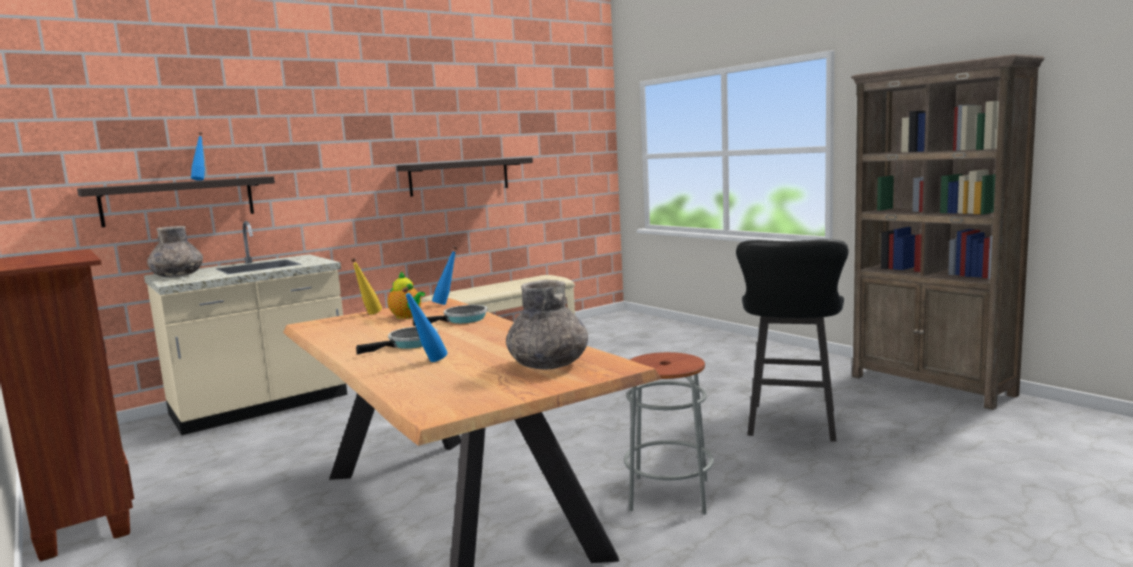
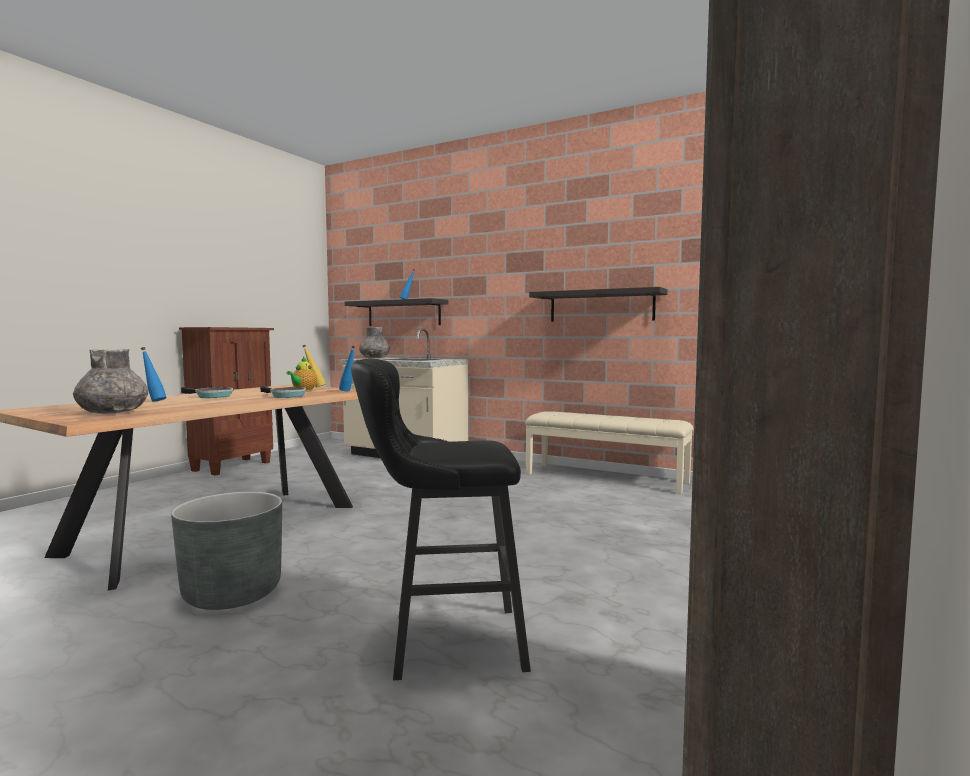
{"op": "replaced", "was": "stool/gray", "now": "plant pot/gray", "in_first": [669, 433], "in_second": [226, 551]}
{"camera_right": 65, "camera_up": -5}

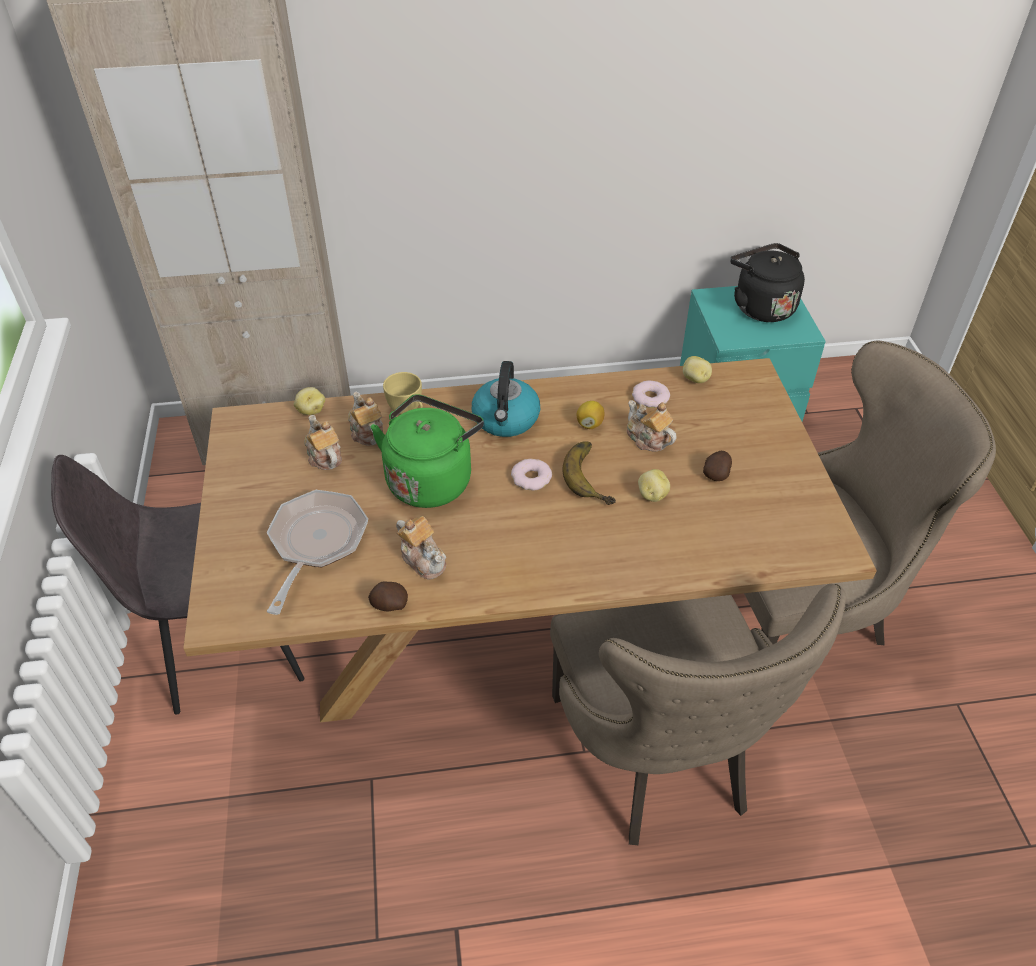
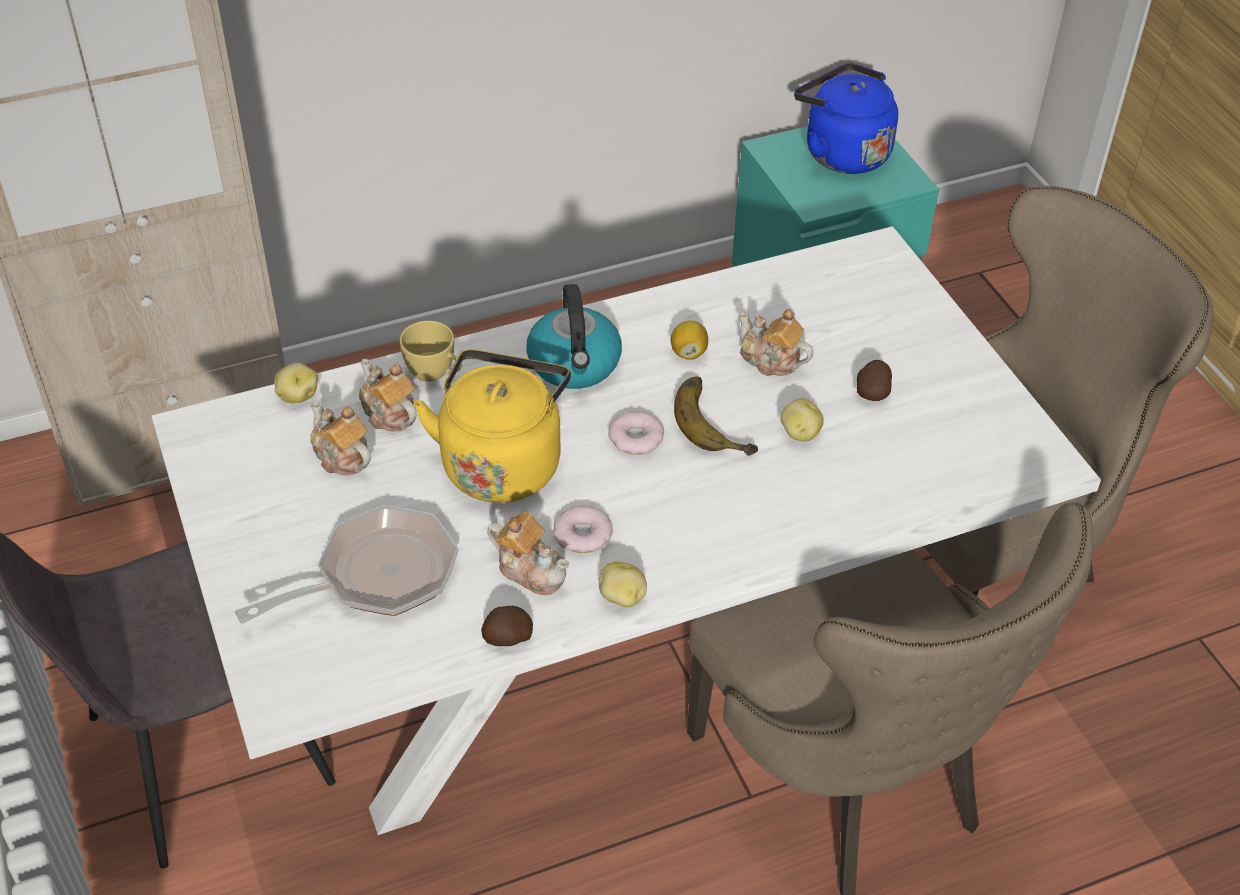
{"op": "recoloured", "was": "kitchen table/brown-coloured", "now": "kitchen table/white", "in_first": [530, 540], "in_second": [626, 530]}
{"op": "turned", "was": "frying pan", "in_first": [317, 552], "in_second": [347, 564], "clockwise": 60}
{"op": "recoloured", "was": "water kettle/green-coloured", "now": "water kettle/yellow", "in_first": [427, 451], "in_second": [492, 426]}
{"op": "moved", "was": "doughnut", "in_first": [651, 394], "in_second": [583, 529]}
{"op": "moved", "was": "whole potato", "in_first": [697, 369], "in_second": [623, 584]}
{"op": "recoloured", "was": "water kettle/blackish", "now": "water kettle/blue", "in_first": [767, 282], "in_second": [846, 118]}
{"camera_right": -15, "camera_up": 0}

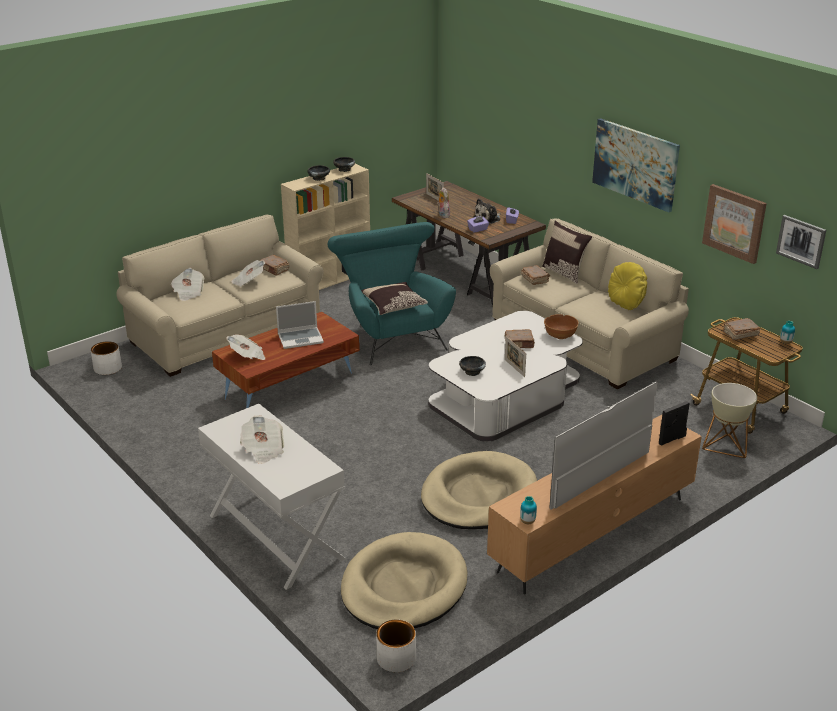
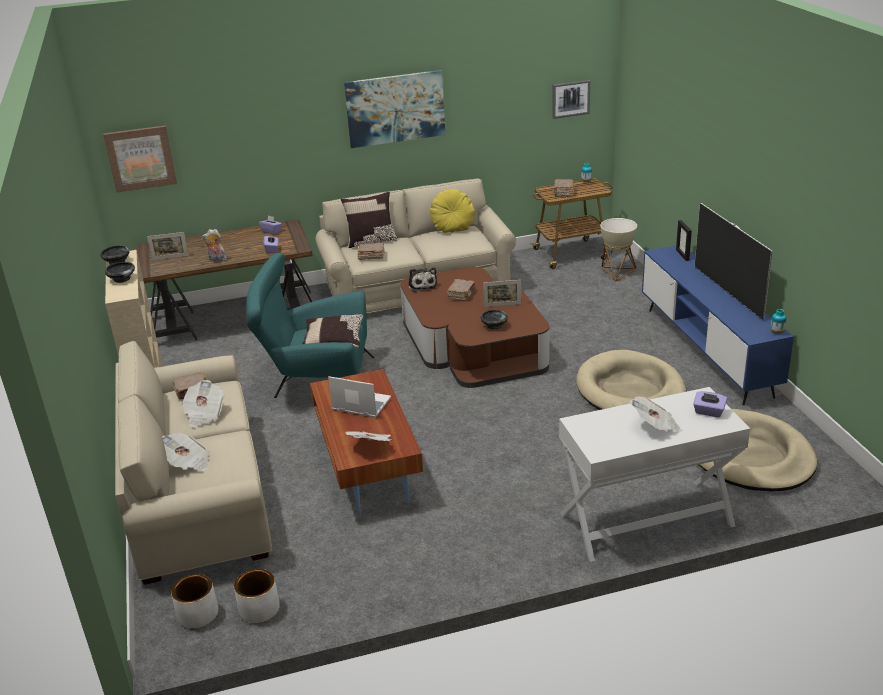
{"op": "moved", "was": "picture", "in_first": [734, 224], "in_second": [140, 159]}
{"op": "moved", "was": "plant pot/white", "in_first": [396, 645], "in_second": [257, 596]}
{"op": "turned", "was": "laptop", "in_first": [300, 325], "in_second": [359, 396], "clockwise": -75}
{"op": "recoloured", "was": "low table/white", "now": "low table/brown-coloured", "in_first": [506, 376], "in_second": [474, 327]}
{"op": "moved", "was": "plush toy", "in_first": [487, 211], "in_second": [422, 279]}
{"op": "recoloured", "was": "tv stand/brown-coloured", "now": "tv stand/blue", "in_first": [594, 504], "in_second": [718, 325]}
{"op": "added", "now": "box of tissues/purple", "in_second": [710, 404]}
{"op": "removed", "was": "bowl/brown-coloured", "in_first": [561, 326]}
{"camera_right": -65, "camera_up": 0}

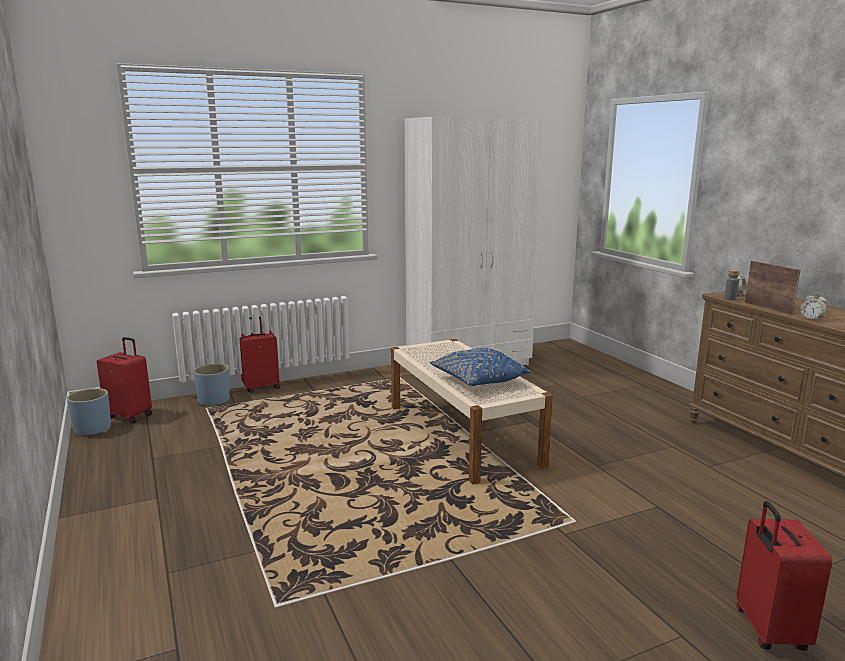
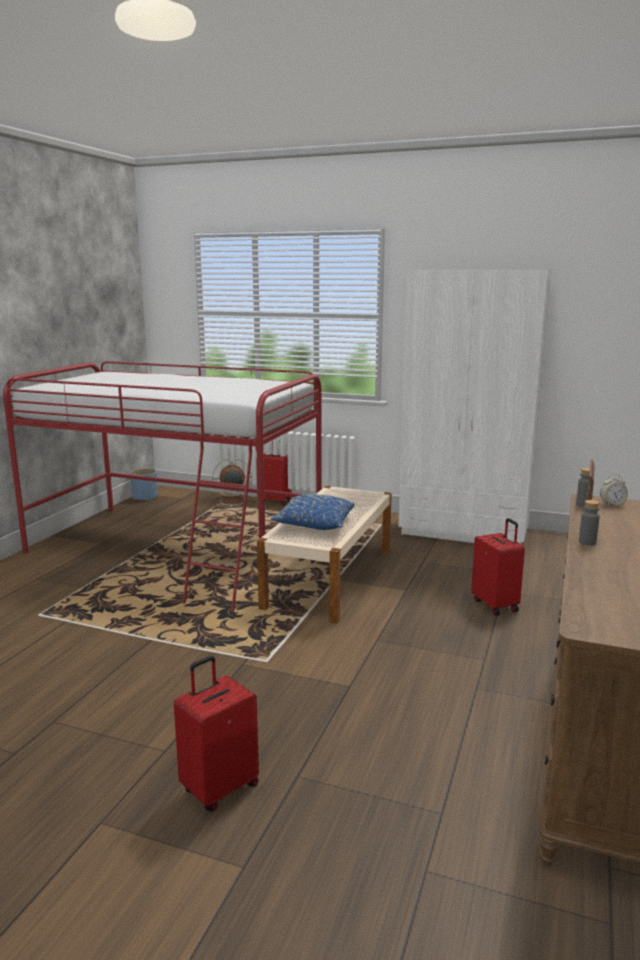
{"op": "added", "now": "bed/reddish", "in_second": [162, 486]}
{"op": "replaced", "was": "plant pot/blue", "now": "electric fan/brown-coloured", "in_first": [211, 385], "in_second": [233, 482]}
{"op": "moved", "was": "travel case/reddish", "in_first": [124, 380], "in_second": [498, 567]}
{"op": "replaced", "was": "bedside clock", "now": "bottle/gray", "in_first": [813, 306], "in_second": [589, 523]}
{"camera_right": 45, "camera_up": 0}

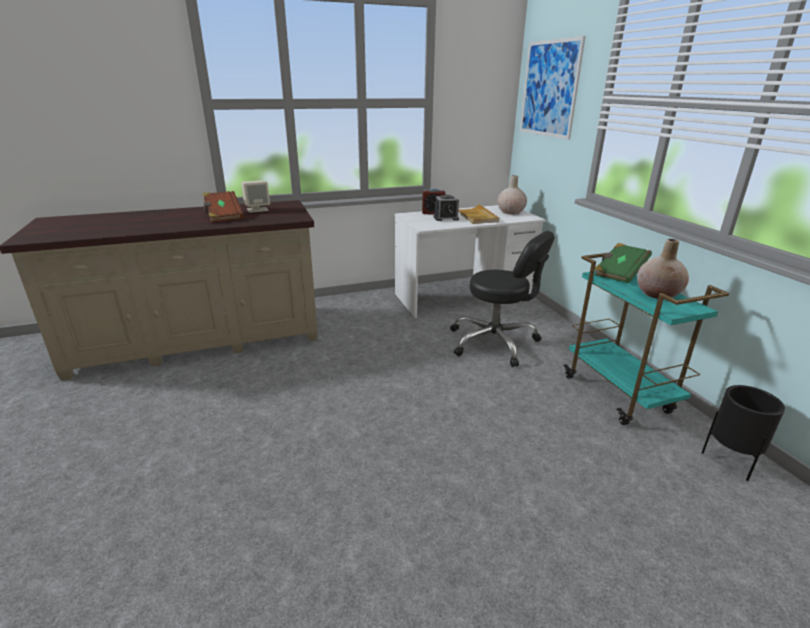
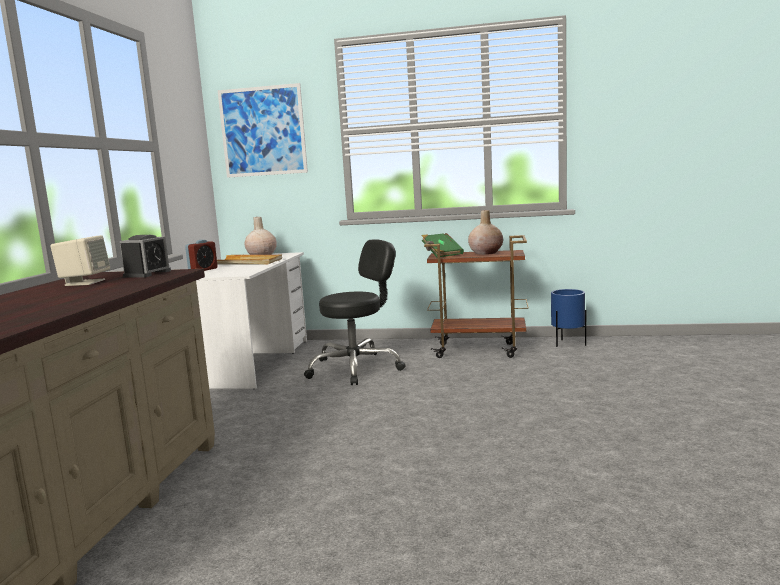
{"op": "moved", "was": "bedside clock", "in_first": [446, 208], "in_second": [145, 256]}
{"op": "recoloured", "was": "cart/blue-green", "now": "cart/brown-coloured", "in_first": [646, 339], "in_second": [476, 296]}
{"op": "recoloured", "was": "plant pot/blackish", "now": "plant pot/blue", "in_first": [743, 433], "in_second": [568, 318]}
{"op": "removed", "was": "volume/brown-coloured", "in_first": [223, 207]}
{"camera_right": -60, "camera_up": -15}

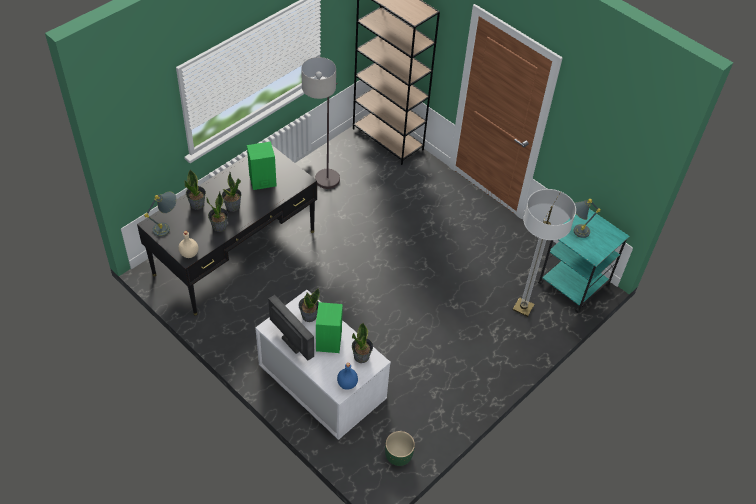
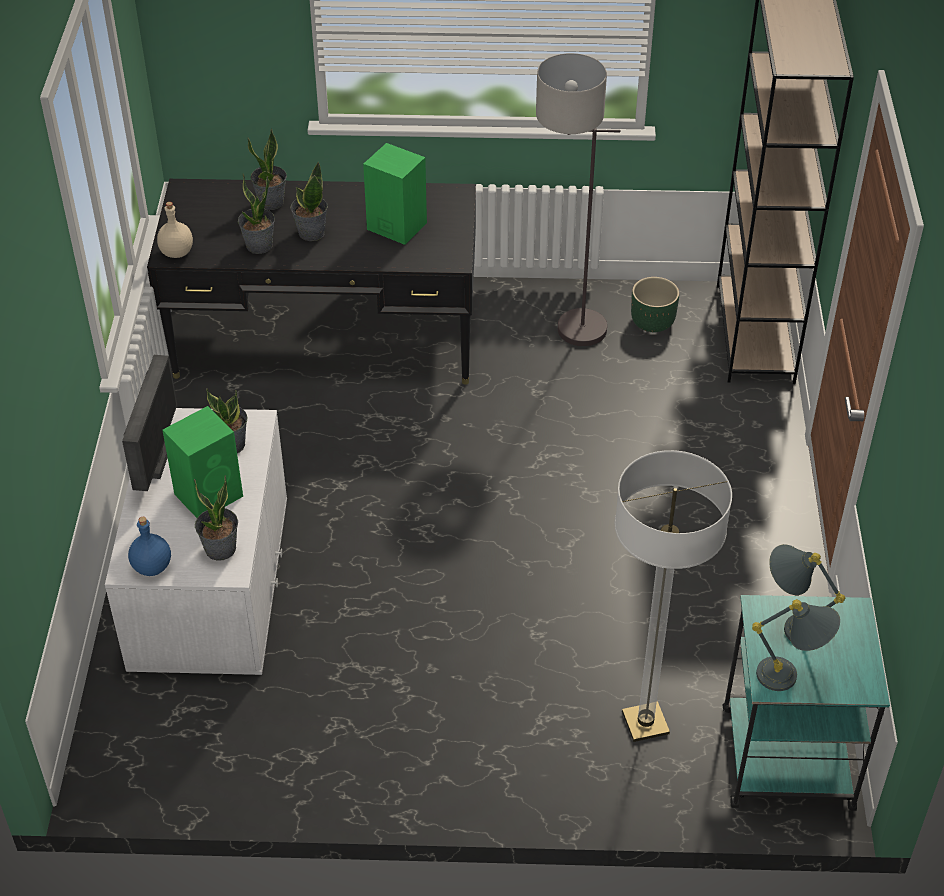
{"op": "moved", "was": "plant pot/green-coloured", "in_first": [400, 448], "in_second": [655, 304]}
{"op": "moved", "was": "tabletop lamp/gray", "in_first": [160, 214], "in_second": [796, 645]}
{"camera_right": 50, "camera_up": -5}

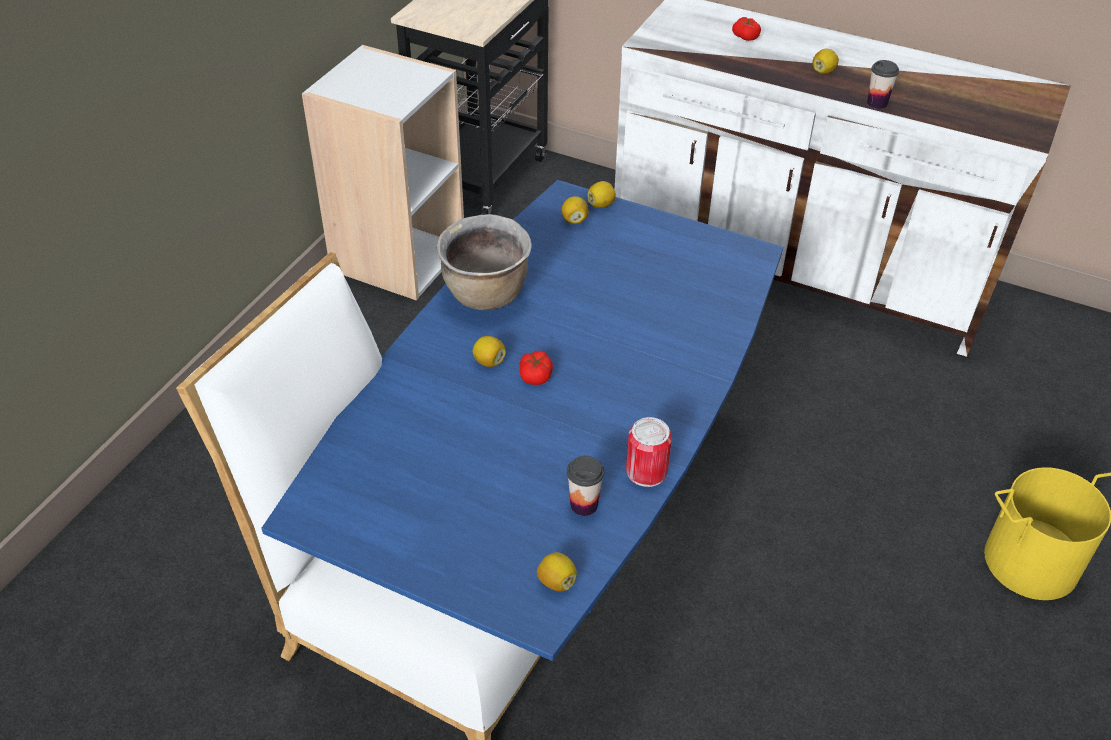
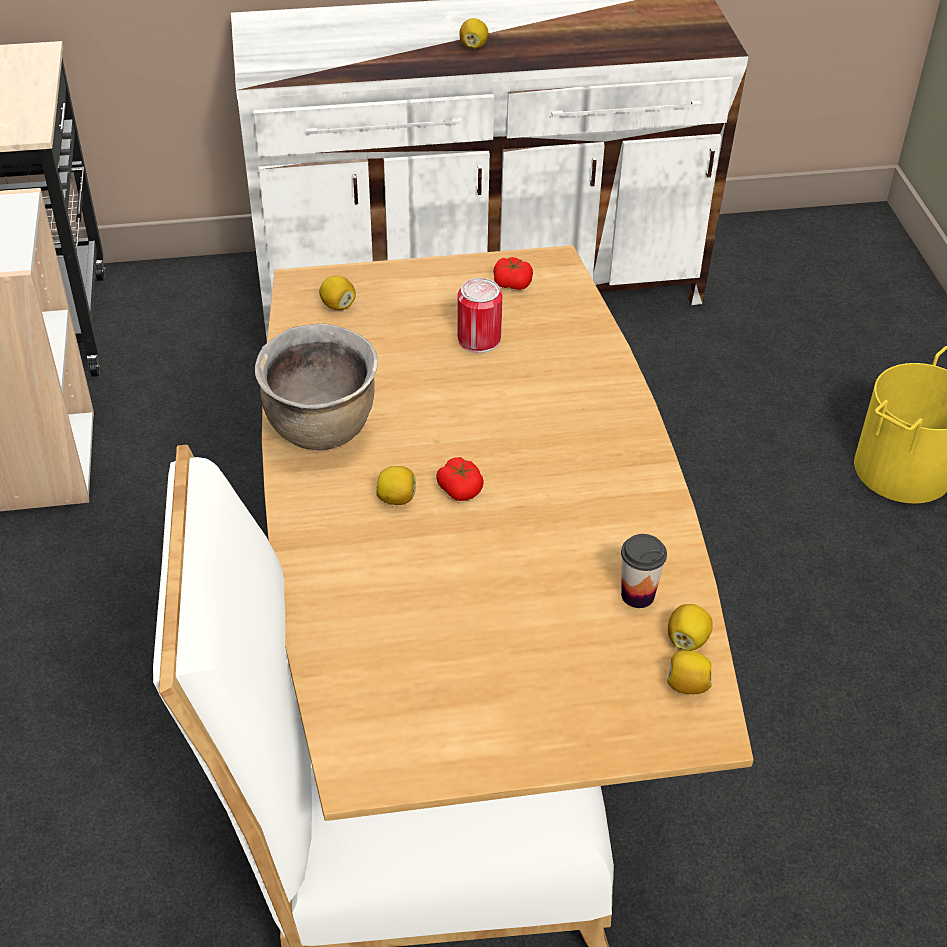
{"op": "recoloured", "was": "kitchen table/blue", "now": "kitchen table/brown-coloured", "in_first": [522, 420], "in_second": [508, 533]}
{"op": "moved", "was": "metal can", "in_first": [649, 452], "in_second": [480, 315]}
{"op": "moved", "was": "whole tomato", "in_first": [746, 29], "in_second": [513, 273]}
{"op": "moved", "was": "whole lemon", "in_first": [601, 194], "in_second": [690, 627]}
{"op": "removed", "was": "small cup", "in_first": [883, 84]}
{"camera_right": -35, "camera_up": 0}

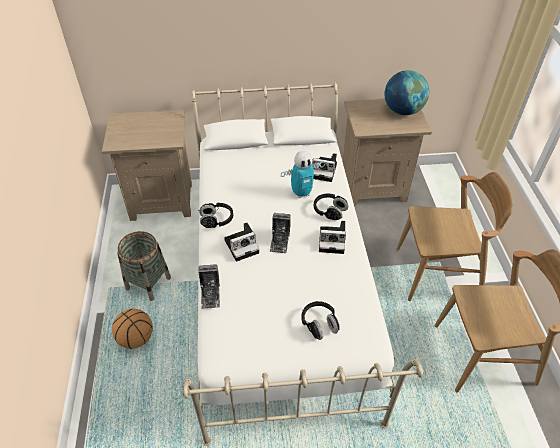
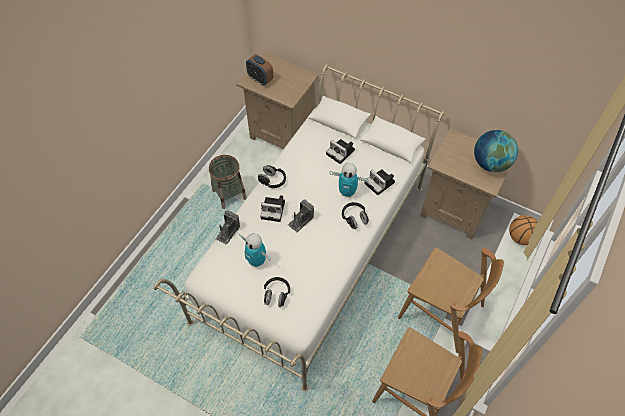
{"op": "added", "now": "robot figure", "in_second": [255, 250]}
{"op": "added", "now": "bedside clock", "in_second": [259, 70]}
{"op": "moved", "was": "photo camera", "in_first": [332, 237], "in_second": [340, 151]}
{"op": "moved", "was": "basketball", "in_first": [132, 329], "in_second": [523, 230]}
{"camera_right": 35, "camera_up": 10}

